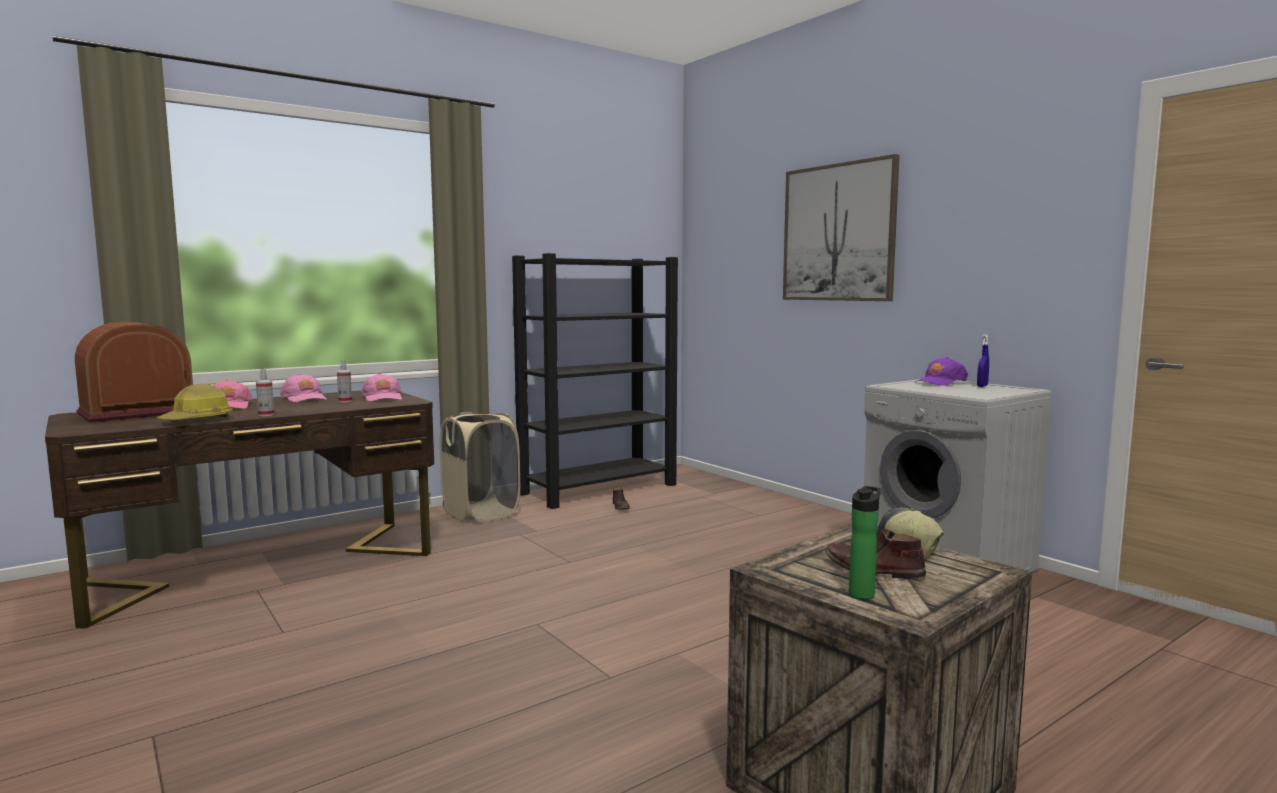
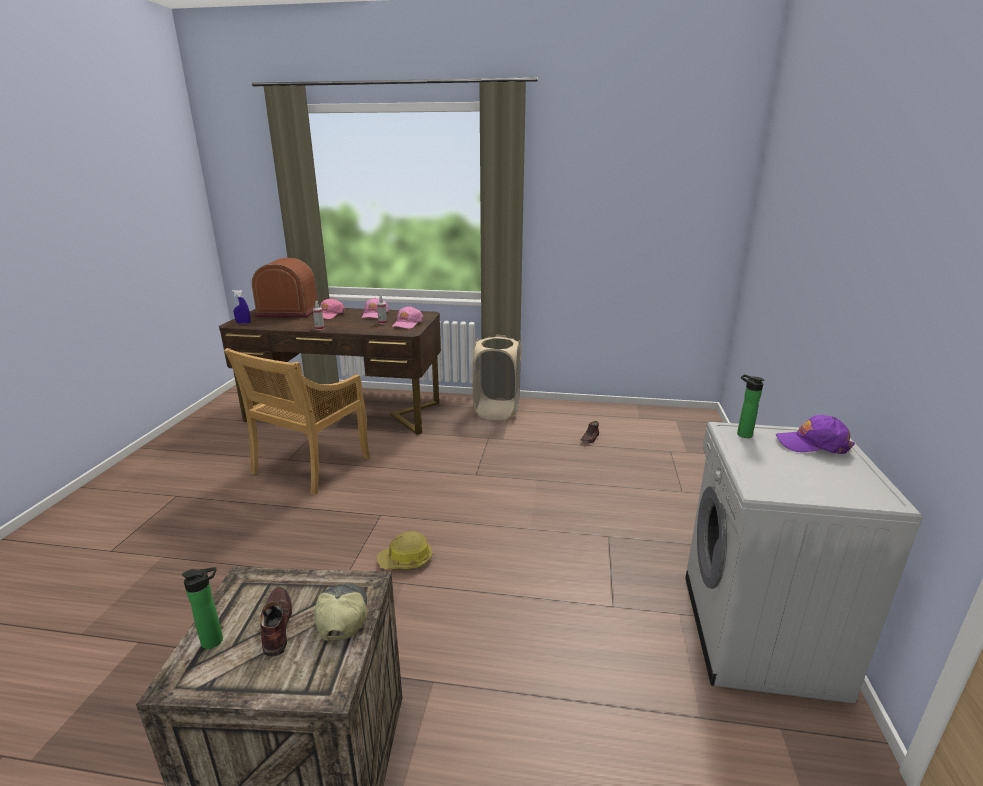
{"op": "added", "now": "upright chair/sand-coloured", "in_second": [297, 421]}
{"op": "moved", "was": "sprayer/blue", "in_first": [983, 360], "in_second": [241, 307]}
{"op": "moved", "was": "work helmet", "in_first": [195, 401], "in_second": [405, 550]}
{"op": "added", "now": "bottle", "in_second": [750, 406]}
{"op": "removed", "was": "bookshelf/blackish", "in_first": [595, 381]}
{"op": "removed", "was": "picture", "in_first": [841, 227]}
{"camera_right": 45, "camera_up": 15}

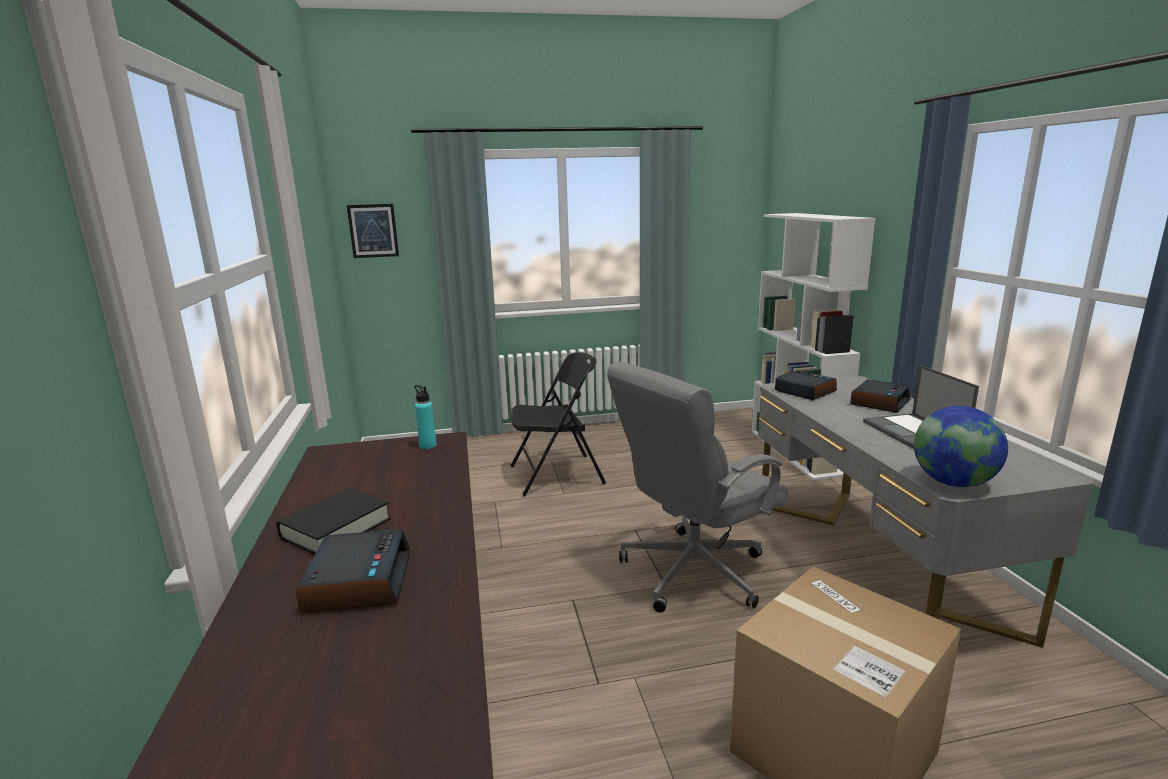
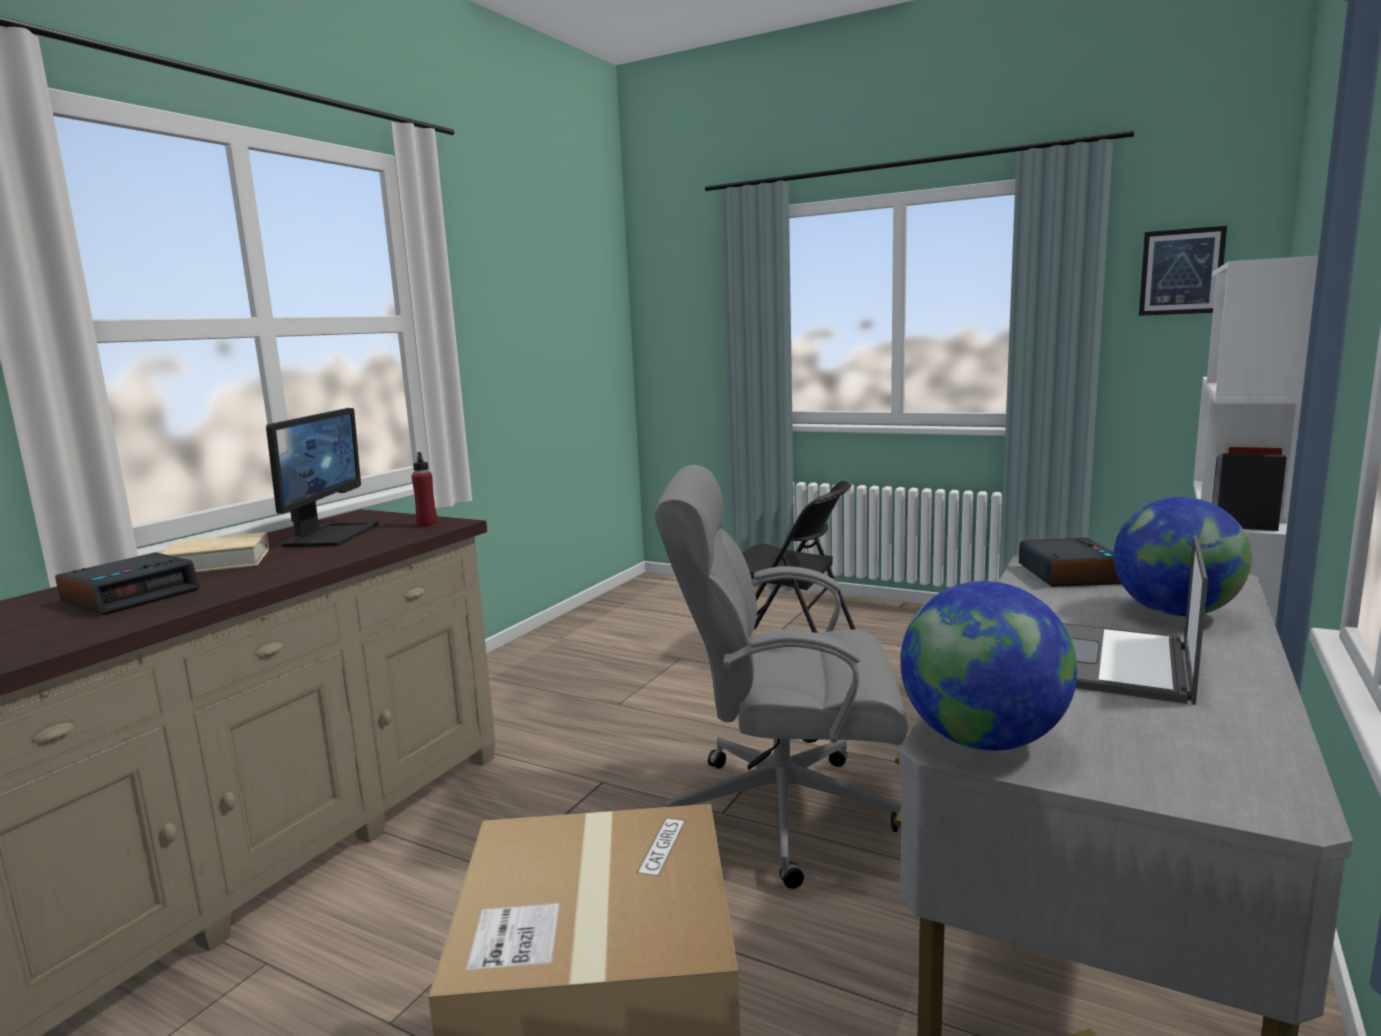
{"op": "recoloured", "was": "volume/blackish", "now": "volume/sand-coloured", "in_first": [333, 521], "in_second": [215, 552]}
{"op": "added", "now": "computer display", "in_second": [322, 477]}
{"op": "recoloured", "was": "bottle/blue-green", "now": "bottle/reddish", "in_first": [426, 417], "in_second": [424, 489]}
{"op": "replaced", "was": "bedside clock", "now": "globe", "in_first": [880, 396], "in_second": [1182, 557]}
{"op": "moved", "was": "picture", "in_first": [373, 231], "in_second": [1183, 271]}
{"camera_right": 40, "camera_up": -5}

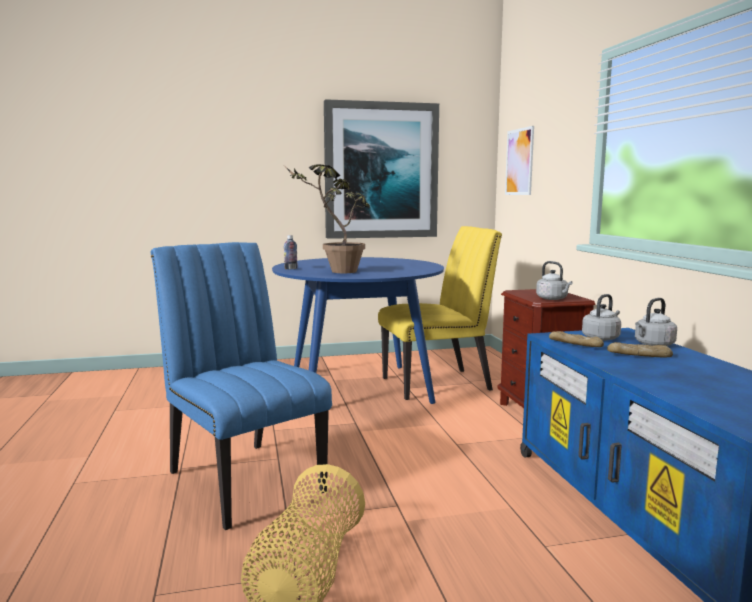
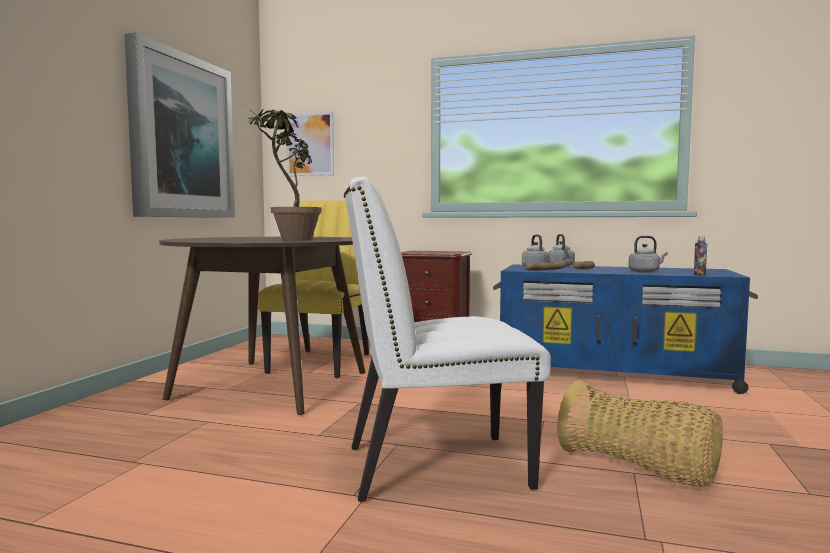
{"op": "recoloured", "was": "kitchen table/blue", "now": "kitchen table/brown-coloured", "in_first": [358, 330], "in_second": [262, 326]}
{"op": "recoloured", "was": "upright chair/blue", "now": "upright chair/white", "in_first": [241, 386], "in_second": [447, 339]}
{"op": "moved", "was": "water kettle/gray", "in_first": [554, 280], "in_second": [648, 254]}
{"op": "moved", "was": "bottle", "in_first": [291, 252], "in_second": [700, 256]}
{"camera_right": -60, "camera_up": -5}

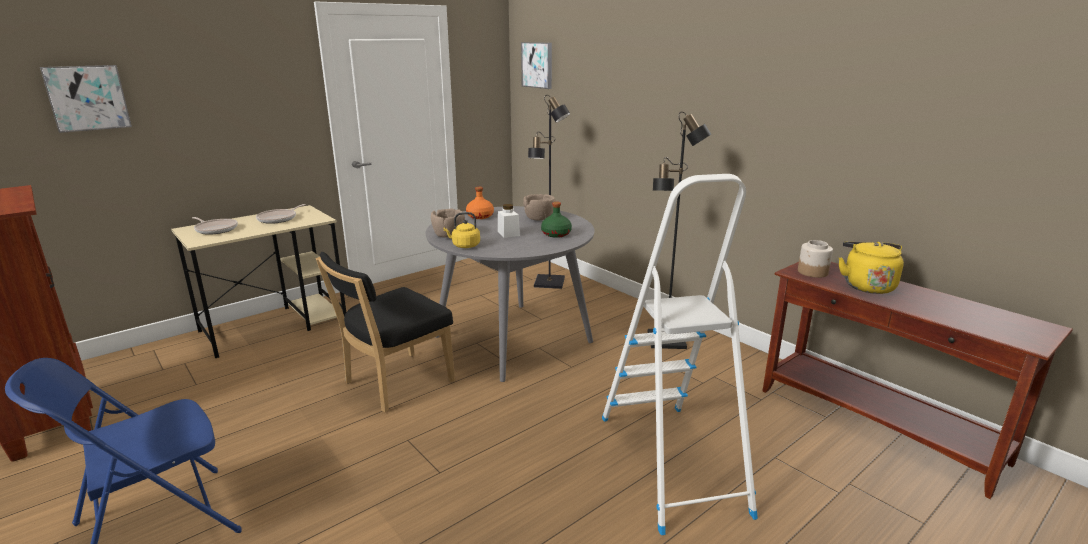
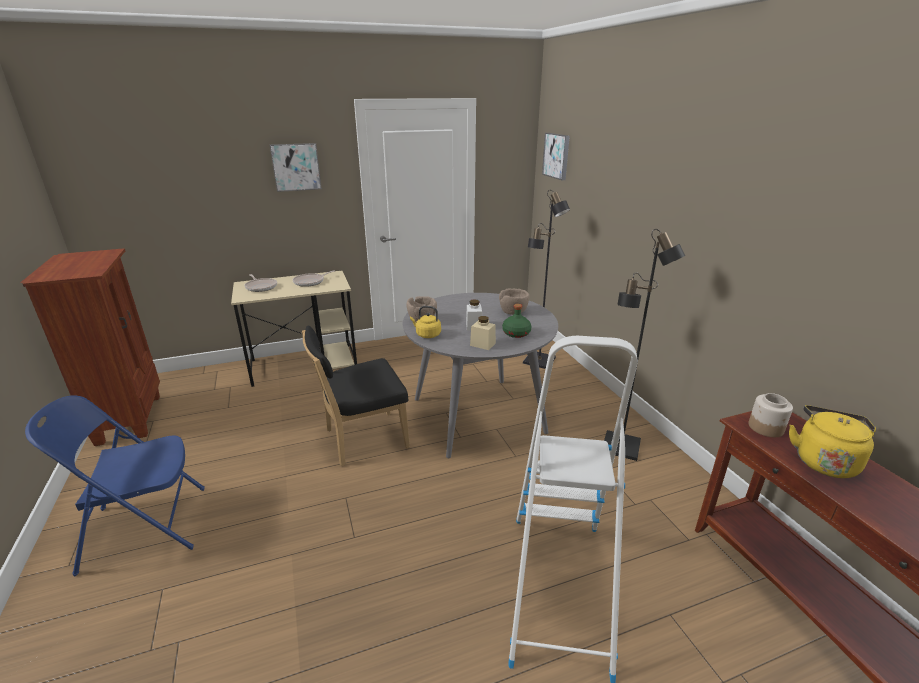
{"op": "moved", "was": "picture", "in_first": [86, 99], "in_second": [296, 167]}
{"op": "added", "now": "storage jar/sand-coloured", "in_second": [483, 333]}
{"op": "removed", "was": "bottle/orange", "in_first": [480, 203]}
{"camera_right": 20, "camera_up": 5}

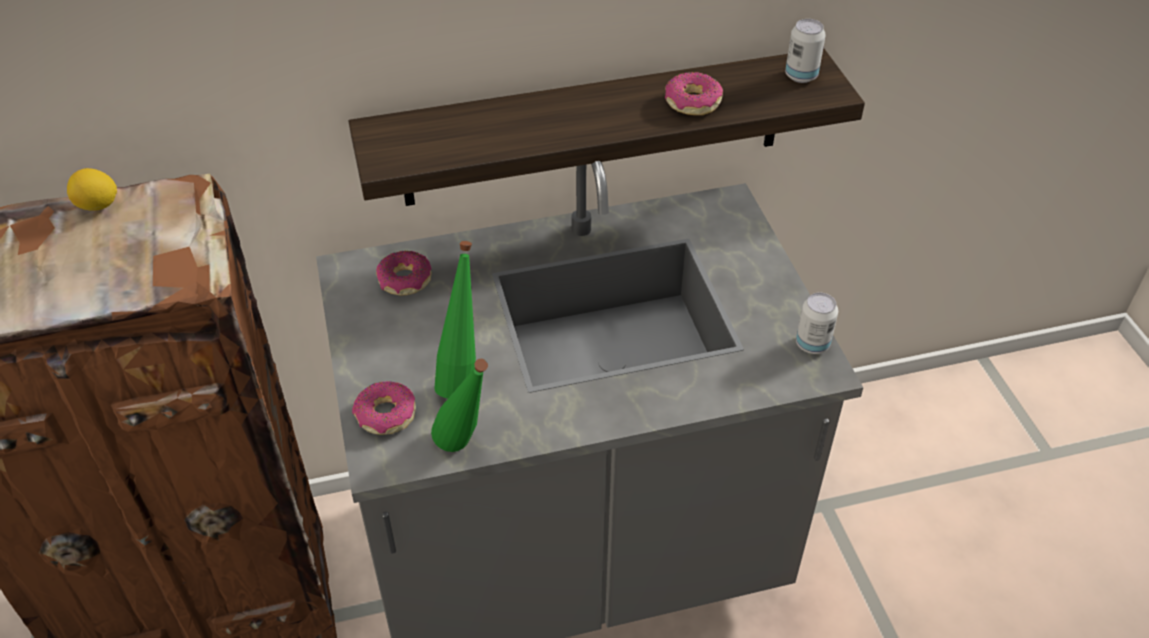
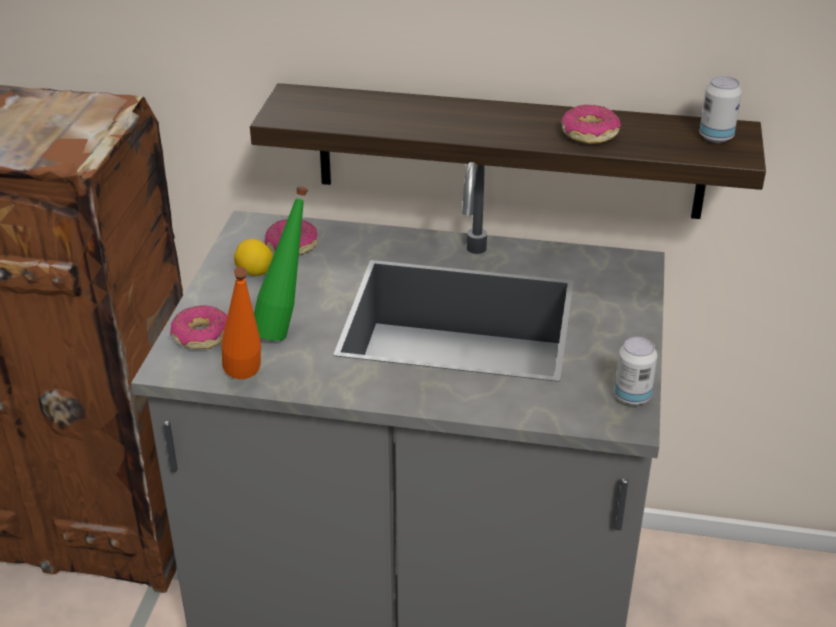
{"op": "recoloured", "was": "bottle/green-coloured", "now": "bottle/orange", "in_first": [459, 405], "in_second": [241, 323]}
{"op": "moved", "was": "whole lemon", "in_first": [92, 189], "in_second": [253, 257]}
{"camera_right": 25, "camera_up": -10}

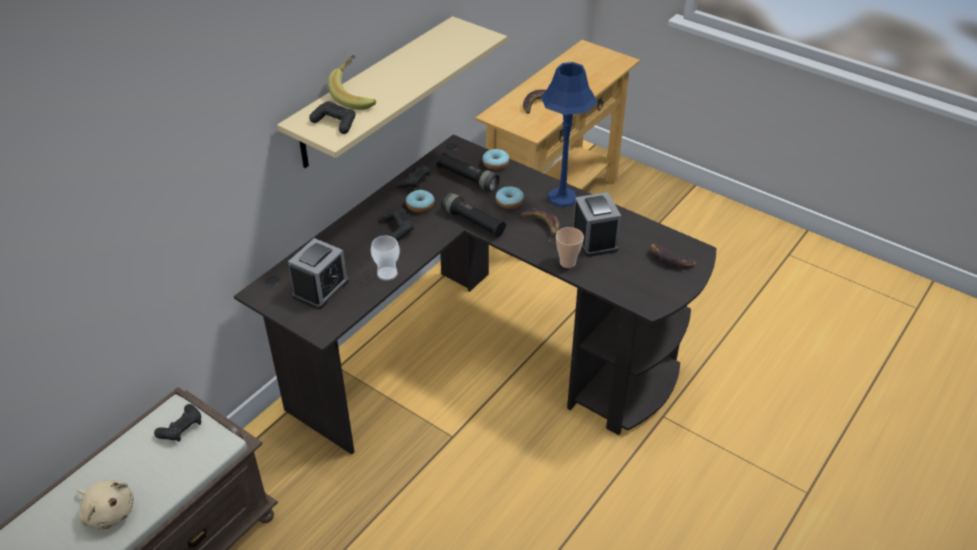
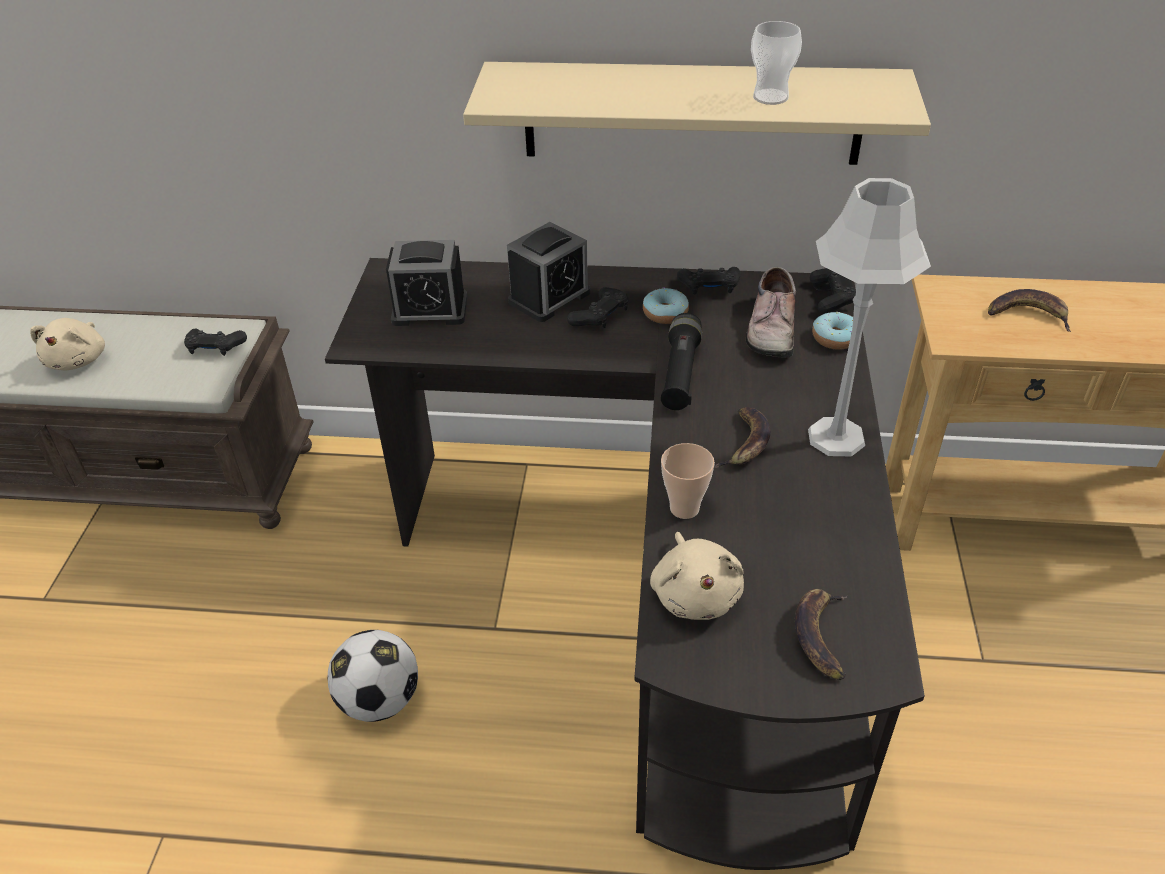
{"op": "added", "now": "ball for football", "in_second": [372, 676]}
{"op": "moved", "was": "bedside clock", "in_first": [596, 224], "in_second": [549, 272]}
{"op": "added", "now": "plush toy/sand-coloured", "in_second": [697, 576]}
{"op": "replaced", "was": "hand torch/blackish", "now": "shoe", "in_first": [468, 172], "in_second": [771, 312]}
{"op": "moved", "was": "small cup", "in_first": [385, 258], "in_second": [776, 63]}
{"op": "recoloured", "was": "tabletop lamp/blue", "now": "tabletop lamp/gray", "in_first": [569, 134], "in_second": [869, 317]}
{"op": "moved", "was": "joypad/blackish", "in_first": [332, 117], "in_second": [833, 291]}
{"op": "removed", "was": "whole banana", "in_first": [352, 82]}
{"op": "removed", "was": "doughnut", "in_first": [510, 197]}
{"camera_right": 60, "camera_up": 0}

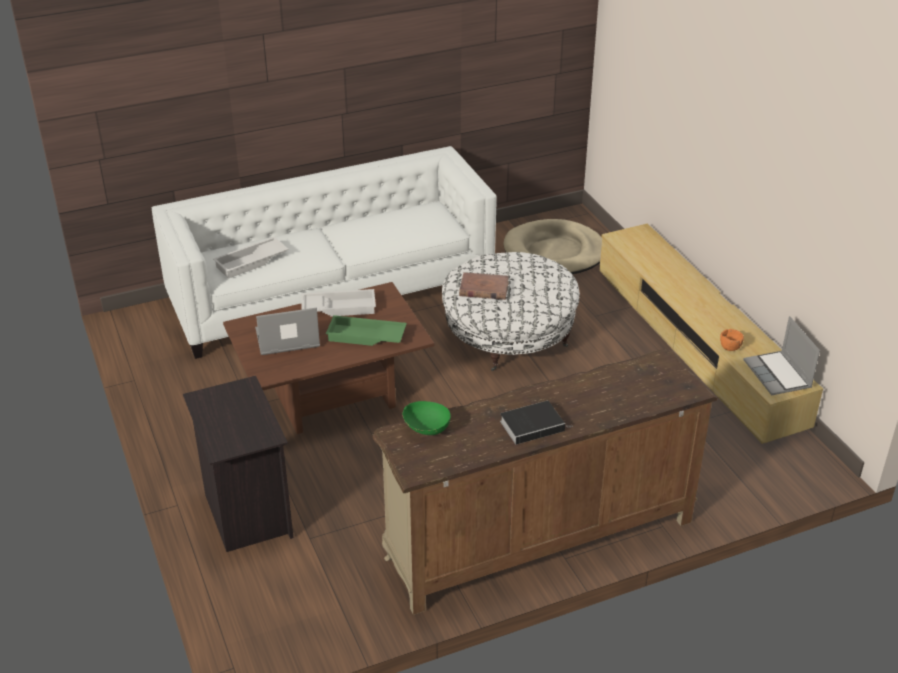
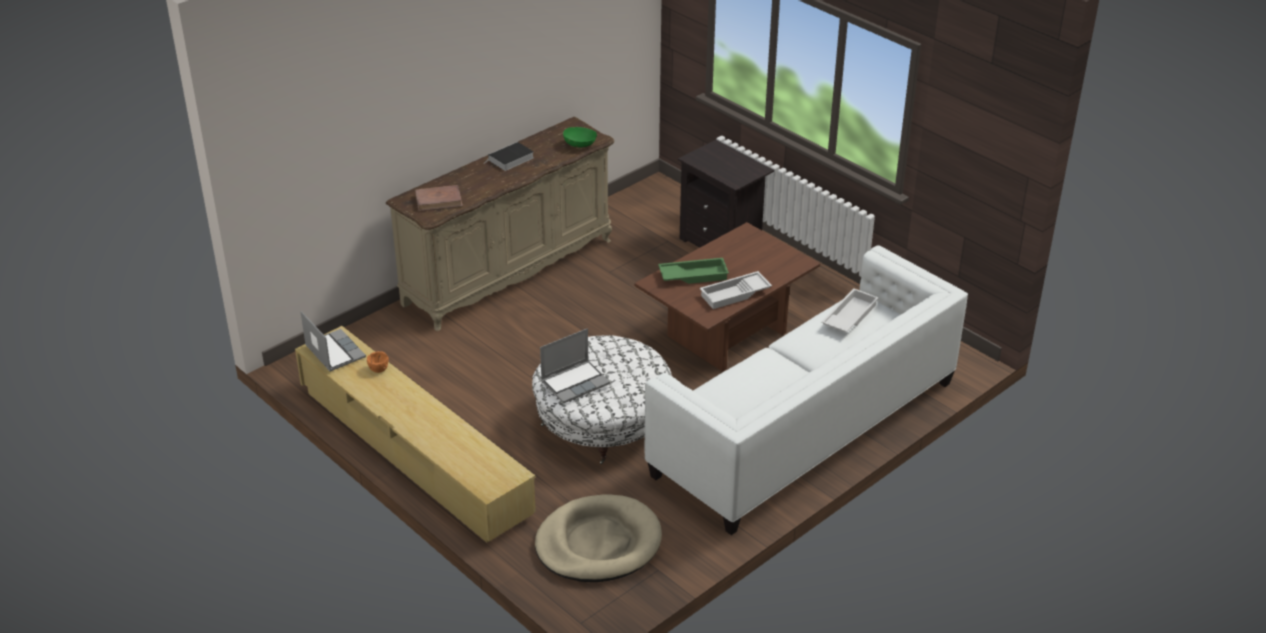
{"op": "moved", "was": "volume/brown-coloured", "in_first": [484, 286], "in_second": [439, 198]}
{"op": "moved", "was": "laptop", "in_first": [287, 331], "in_second": [575, 365]}
{"camera_right": 160, "camera_up": 0}

